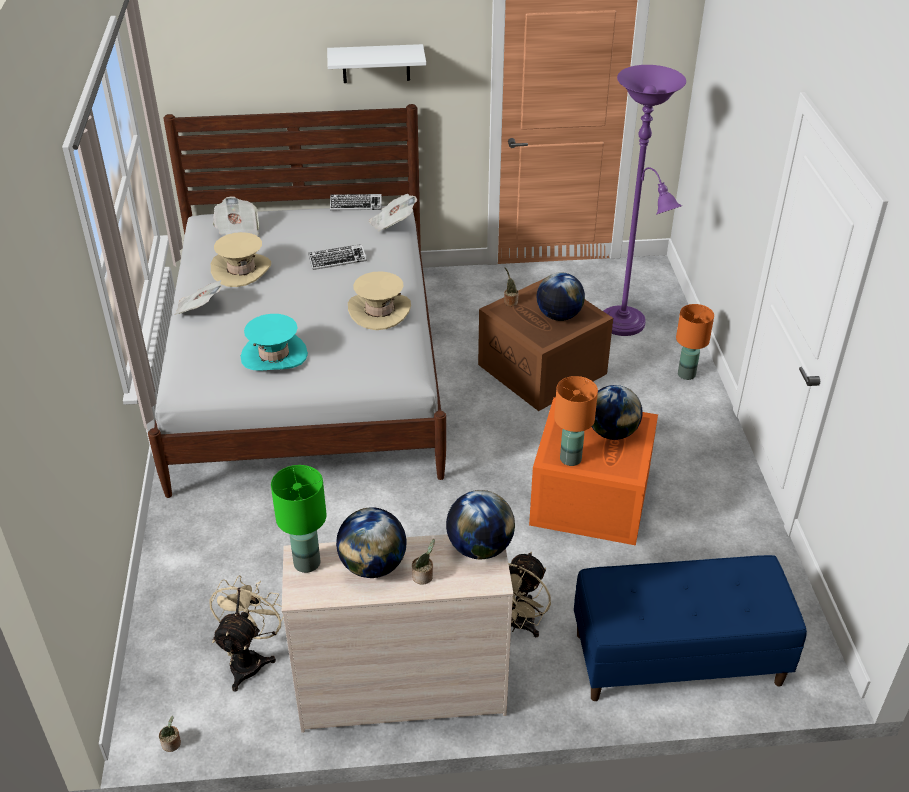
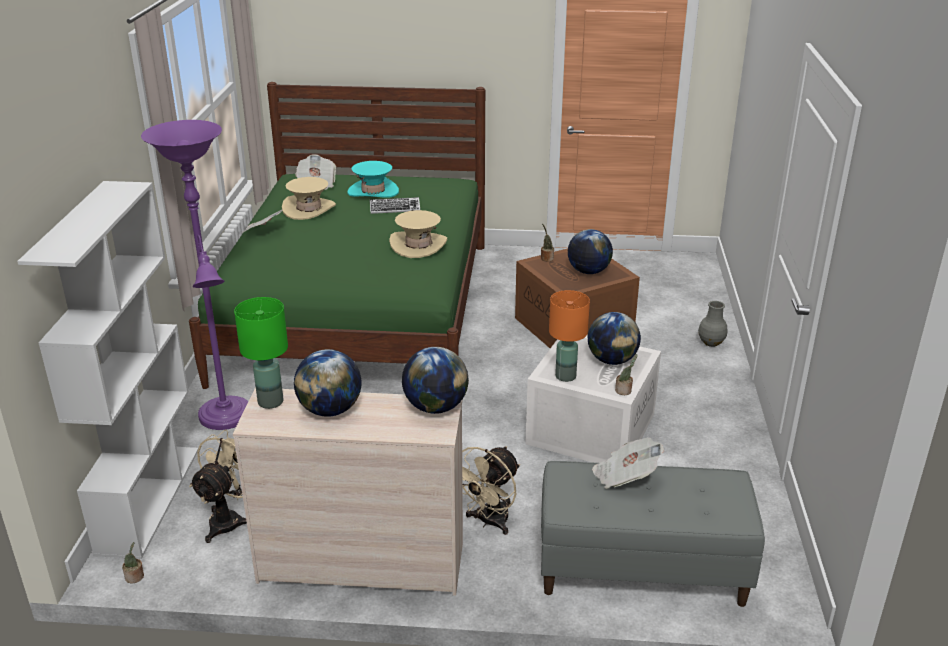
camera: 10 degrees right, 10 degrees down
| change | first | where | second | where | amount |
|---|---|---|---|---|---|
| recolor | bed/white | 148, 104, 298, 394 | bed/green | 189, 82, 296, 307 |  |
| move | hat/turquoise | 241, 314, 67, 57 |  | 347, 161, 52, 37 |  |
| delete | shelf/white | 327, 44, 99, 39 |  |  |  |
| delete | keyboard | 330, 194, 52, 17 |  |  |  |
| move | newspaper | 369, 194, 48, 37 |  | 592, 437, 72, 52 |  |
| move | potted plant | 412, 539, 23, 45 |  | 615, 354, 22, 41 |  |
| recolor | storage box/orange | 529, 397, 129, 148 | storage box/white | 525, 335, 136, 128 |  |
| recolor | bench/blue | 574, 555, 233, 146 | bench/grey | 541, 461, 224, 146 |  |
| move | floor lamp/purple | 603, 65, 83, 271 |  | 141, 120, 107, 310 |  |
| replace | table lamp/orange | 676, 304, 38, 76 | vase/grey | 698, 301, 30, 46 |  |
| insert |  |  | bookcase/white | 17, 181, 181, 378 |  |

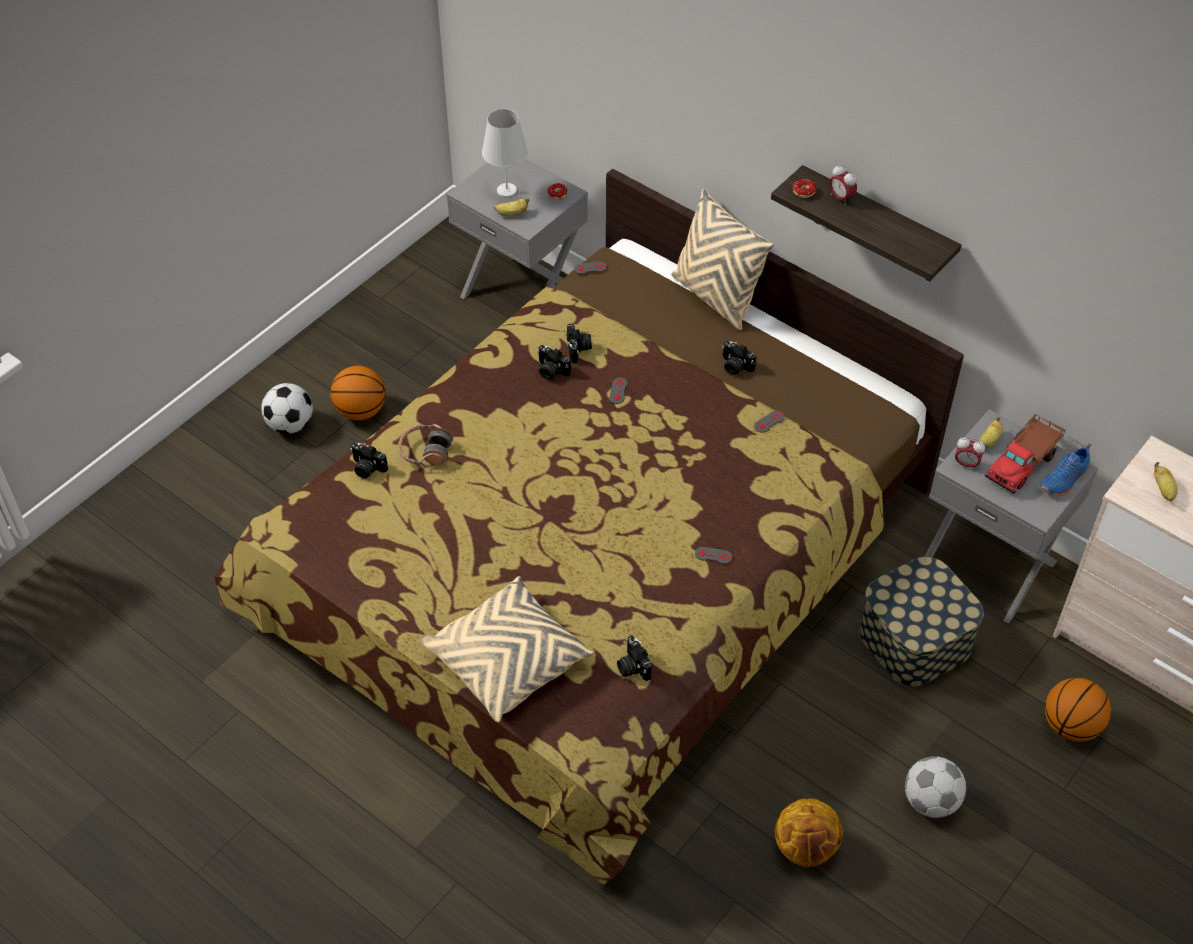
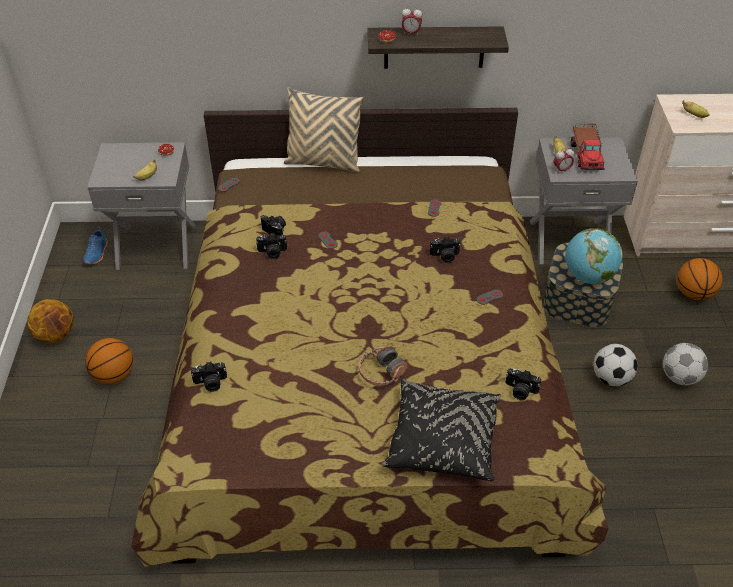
camera: 40 degrees left, 5 degrees down
| change | first | where | second | where | amount |
|---|---|---|---|---|---|
| move | football | 261, 383, 52, 51 |  | 594, 344, 44, 42 |  |
| move | headphones | 398, 424, 55, 43 |  | 359, 346, 48, 40 |  |
| recolor | pillow/beige | 419, 576, 175, 147 | pillow/black | 382, 379, 119, 102 |  |
| delete | table lamp/white | 482, 109, 46, 89 |  |  |  |
| move | photo camera | 722, 341, 34, 35 |  | 430, 237, 31, 26 |  |
| move | basketball | 775, 798, 68, 69 |  | 27, 299, 47, 44 |  |
| move | shoe/blue | 1040, 444, 51, 52 |  | 83, 227, 24, 38 |  |
| insert |  |  | globe | 565, 228, 58, 56 |  |

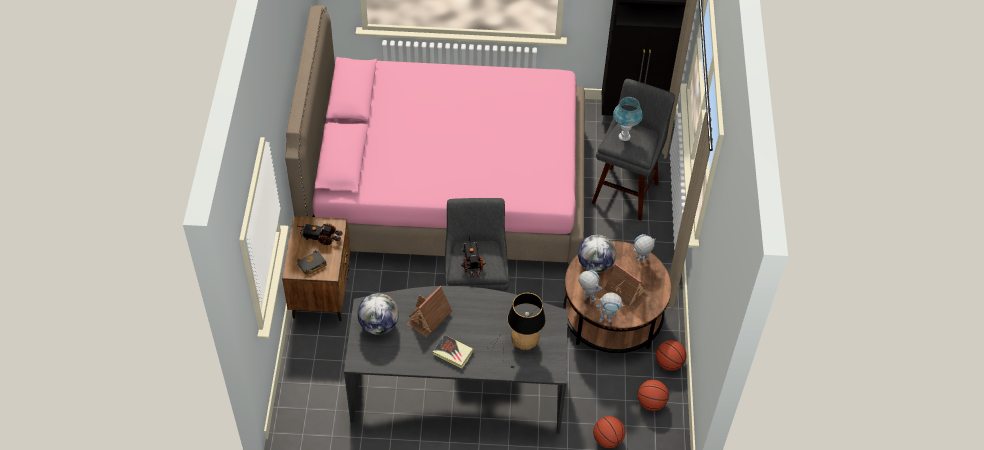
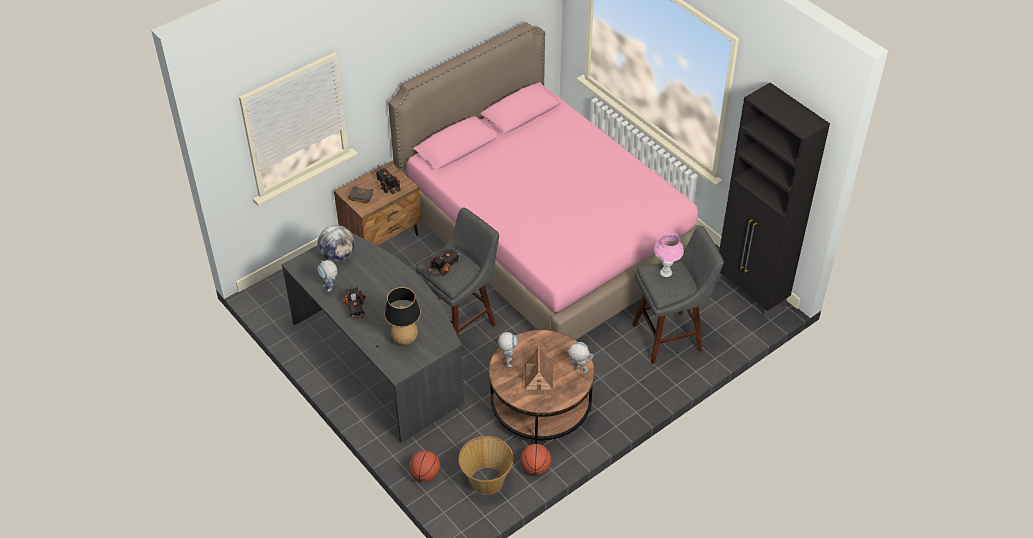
camera: 50 degrees right, 5 degrees down
| change | first | where | second | where | amount |
|---|---|---|---|---|---|
| delete | toy house | 407, 285, 45, 52 |  |  |  |
| replace | book | 433, 335, 41, 33 | toy truck | 342, 286, 24, 34 |  |
| delete | globe | 578, 235, 38, 38 |  |  |  |
| move | toy robot | 596, 292, 29, 31 |  | 317, 260, 21, 32 |  |
| recolor | table lamp/blue | 613, 97, 30, 44 | table lamp/pink | 654, 232, 30, 45 |  |
| replace | basketball | 638, 379, 31, 32 | basket | 458, 436, 55, 59 |  |

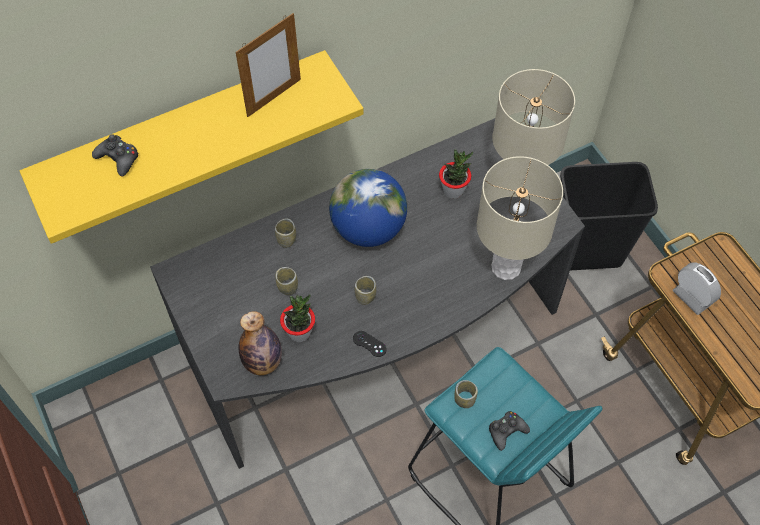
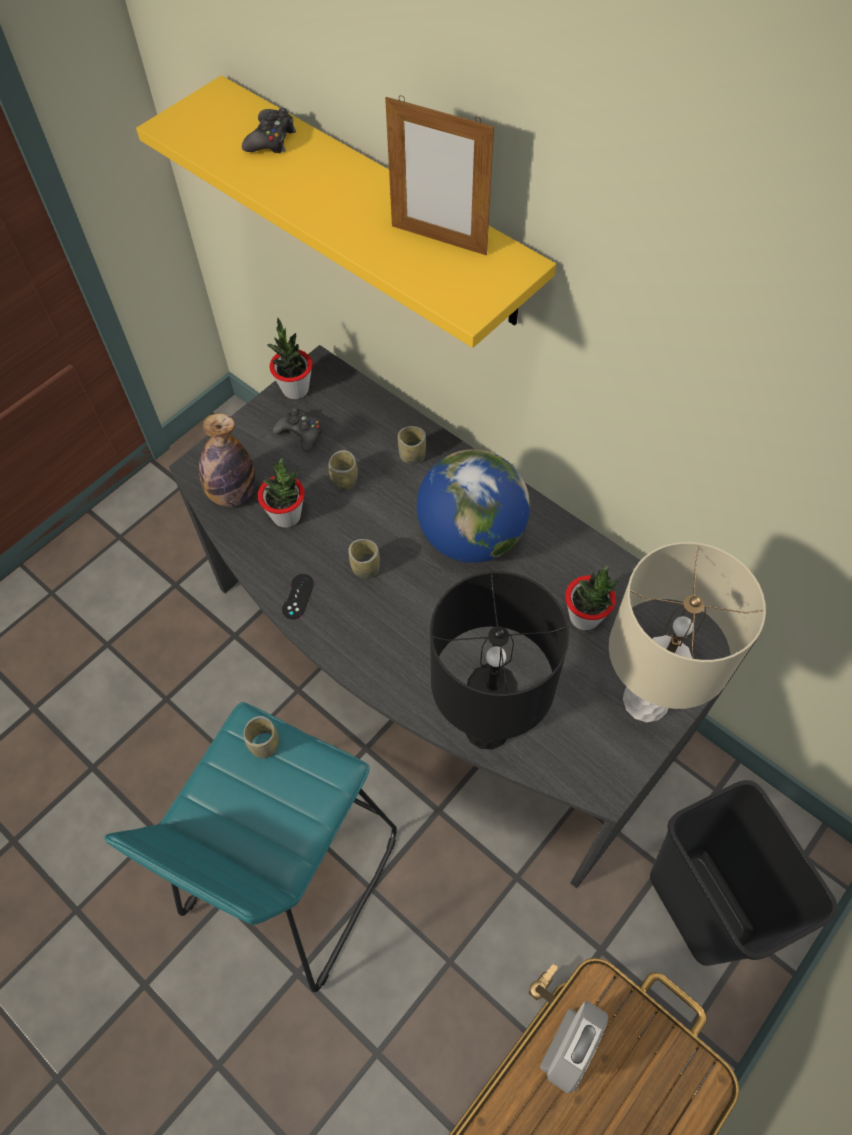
camera: 70 degrees right, 0 degrees up
| change | first | where | second | where | amount |
|---|---|---|---|---|---|
| recolor | table lamp/beige | 477, 156, 86, 124 | table lamp/black | 430, 571, 139, 179 |  |
| move | game controller/black | 489, 411, 41, 40 |  | 273, 408, 49, 44 |  |
| insert |  |  | potted plant | 267, 317, 45, 82 |  |

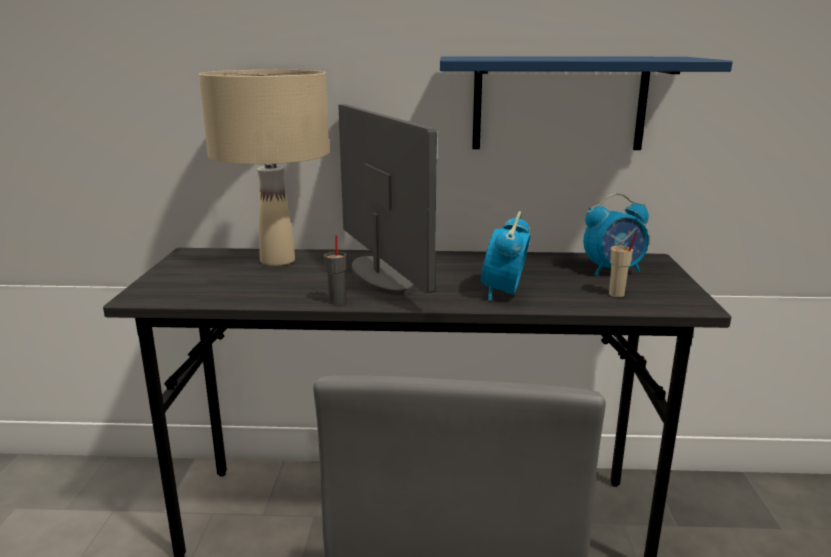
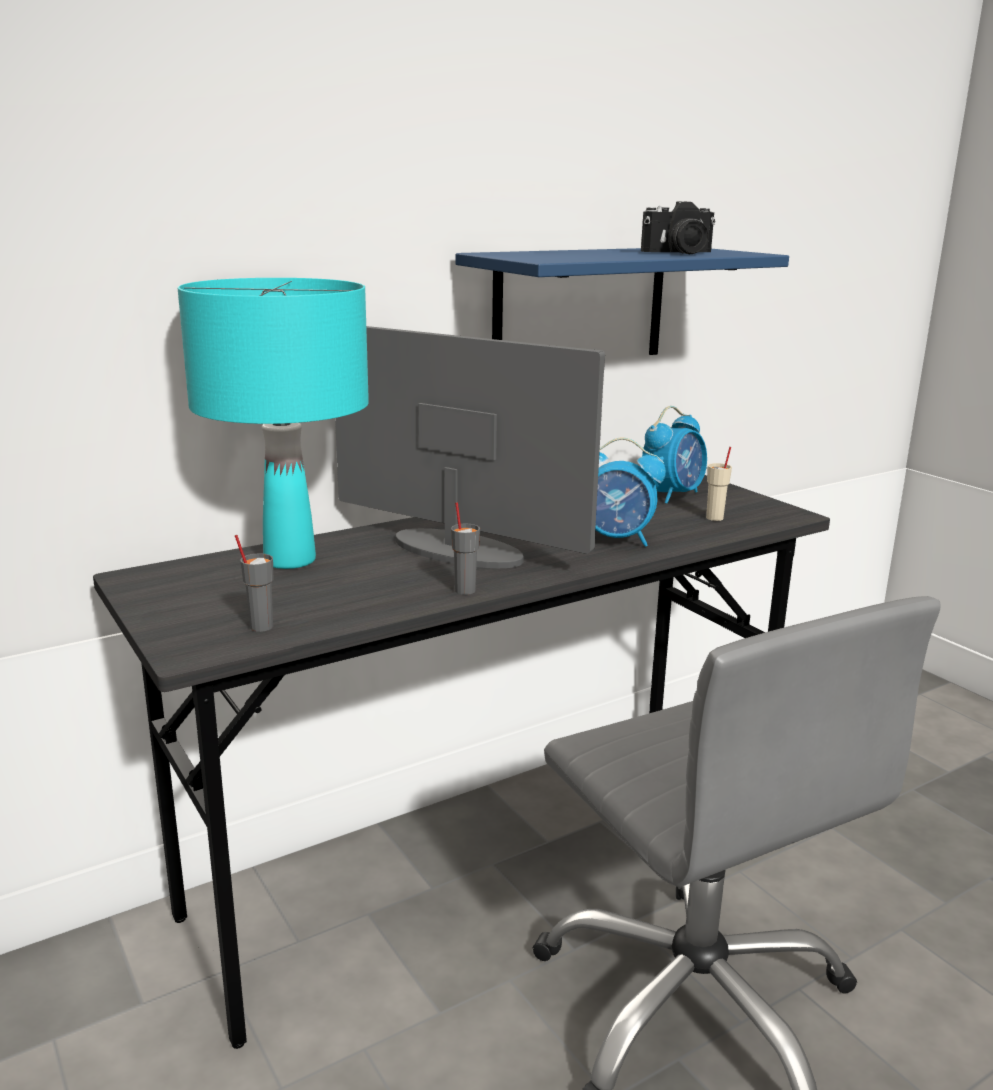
camera: 35 degrees left, 0 degrees up
| change | first | where | second | where | amount |
|---|---|---|---|---|---|
| recolor | table lamp/beige | 199, 70, 130, 196 | table lamp/turquoise | 178, 278, 191, 291 |  |
| rotate | alarm clock | 481, 211, 50, 90 |  | 595, 437, 71, 110 | 60 degrees counterclockwise |
| insert |  |  | cup/grey | 235, 535, 38, 97 |  |
| insert |  |  | photo camera | 641, 201, 75, 53 |  |

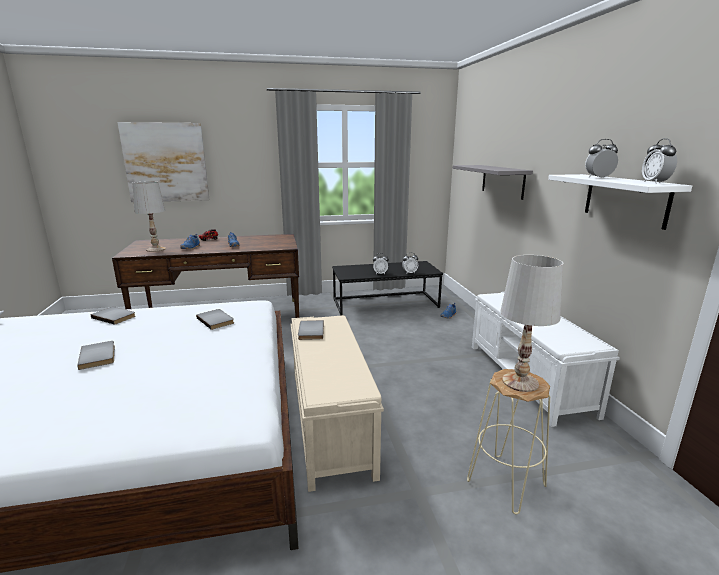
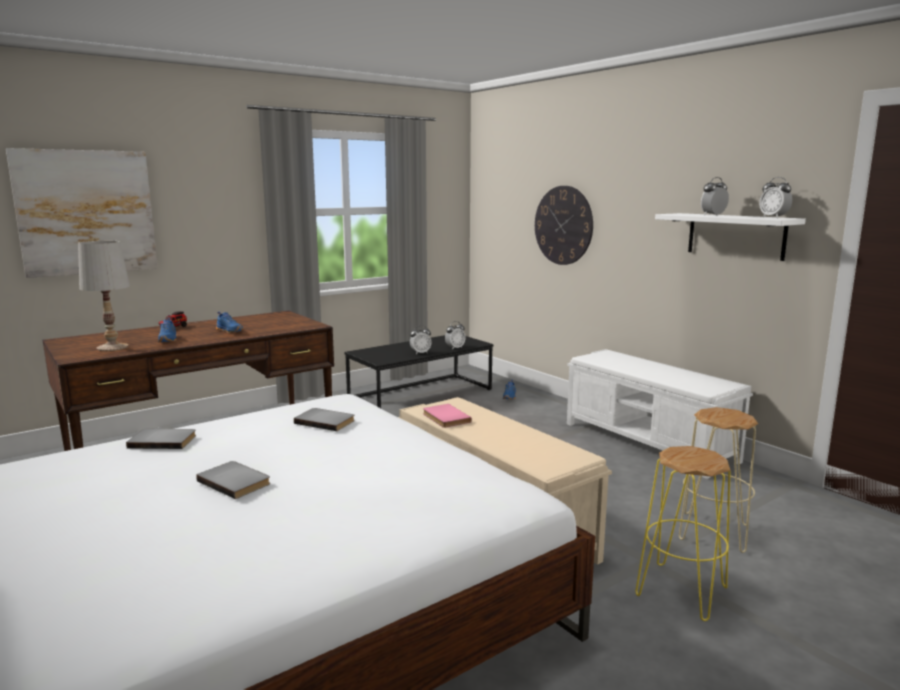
camera: 25 degrees left, 5 degrees down
| change | first | where | second | where | amount |
|---|---|---|---|---|---|
| recolor | book/grey | 298, 320, 26, 20 | book/pink | 423, 404, 49, 24 |  |
| replace | shelf/grey | 453, 165, 80, 35 | wall clock | 535, 186, 58, 79 |  |
| delete | table lamp/white | 500, 255, 63, 137 |  |  |  |
| insert |  |  | stool/yellow | 635, 446, 96, 175 |  |

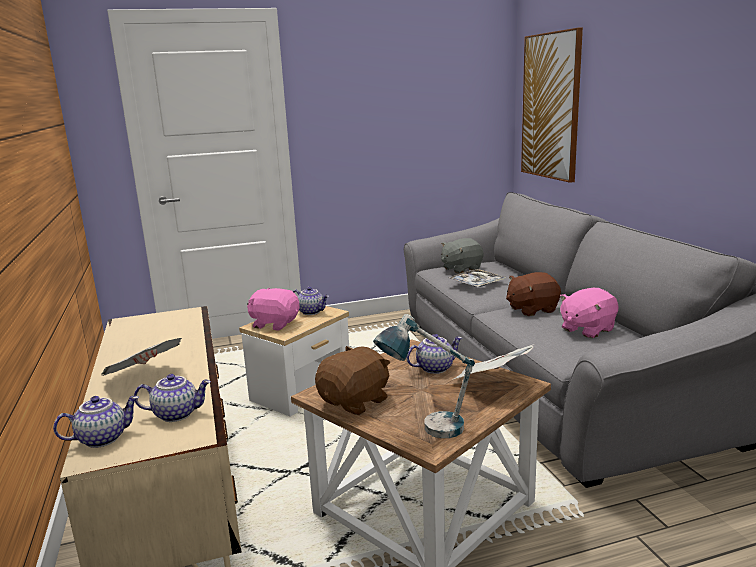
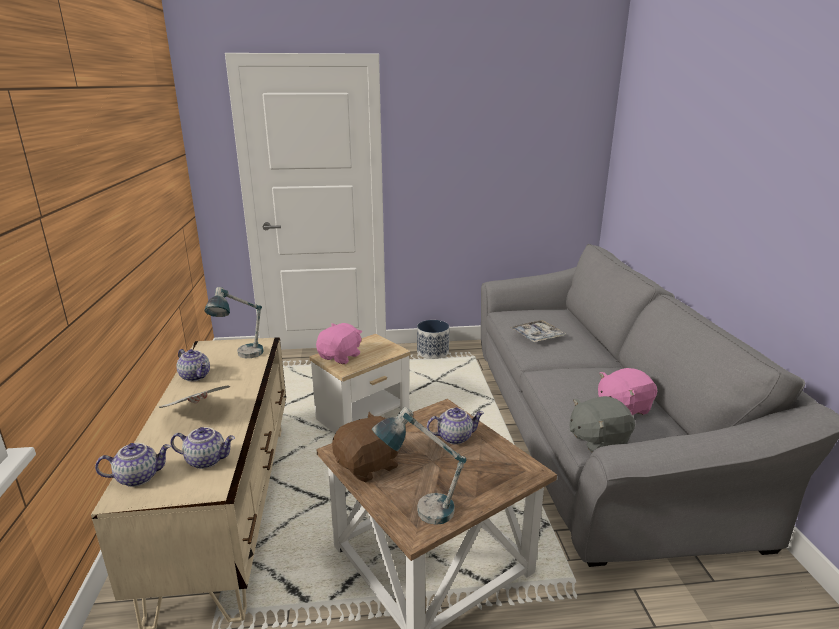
camera: 10 degrees right, 5 degrees up
| change | first | where | second | where | amount |
|---|---|---|---|---|---|
| rotate | plush toy/pink | 247, 288, 53, 43 |  | 316, 323, 46, 41 | 90 degrees clockwise |
| move | teapot | 293, 287, 36, 28 |  | 176, 349, 34, 33 |  |
| move | plush toy/grey | 441, 238, 43, 36 |  | 570, 396, 65, 57 |  |
| delete | newspaper | 452, 344, 82, 36 |  |  |  |
| delete | plush toy/brown | 506, 272, 55, 44 |  |  |  |
| delete | picture | 521, 28, 62, 155 |  |  |  |
| insert |  |  | table lamp | 204, 287, 60, 71 |  |
| insert |  |  | planter | 417, 320, 32, 39 |  |

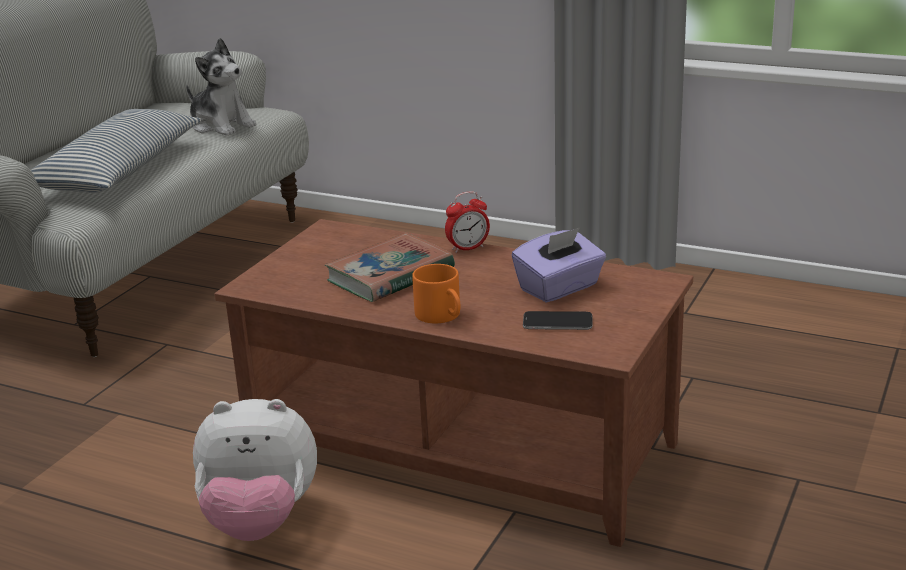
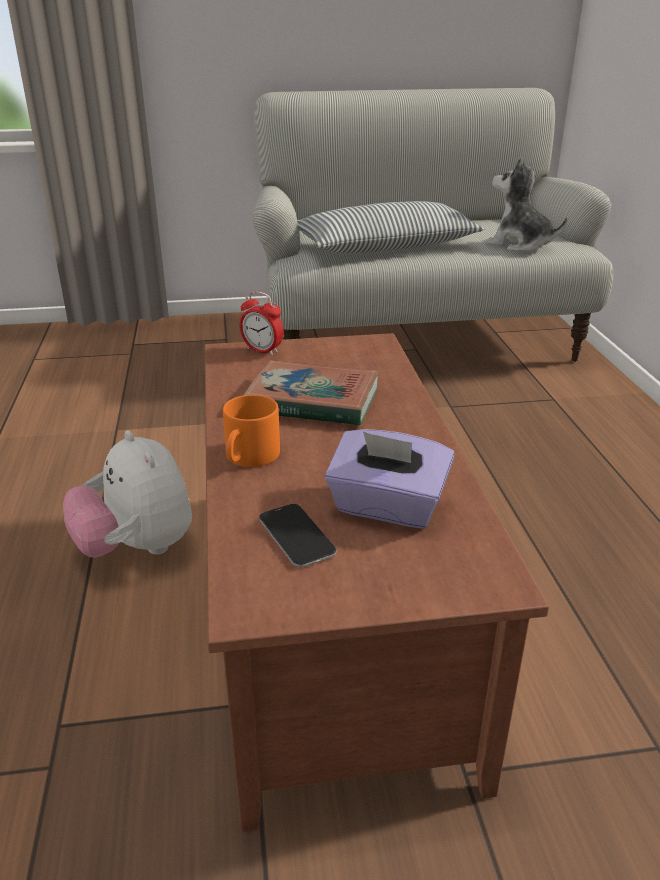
camera: 55 degrees right, 5 degrees up
| change | first | where | second | where | amount |
|---|---|---|---|---|---|
| rotate | plush toy | 186, 38, 71, 98 |  | 485, 157, 82, 95 | 120 degrees clockwise |
| move | alarm clock | 445, 191, 45, 62 |  | 240, 291, 43, 65 |  |

